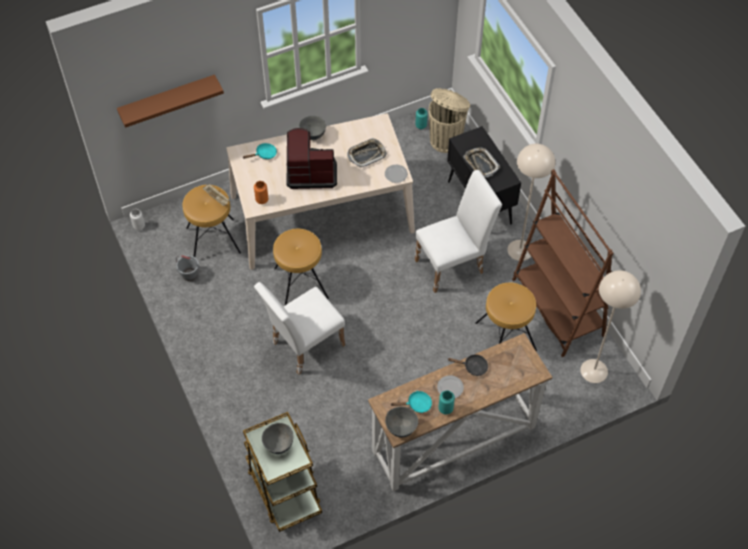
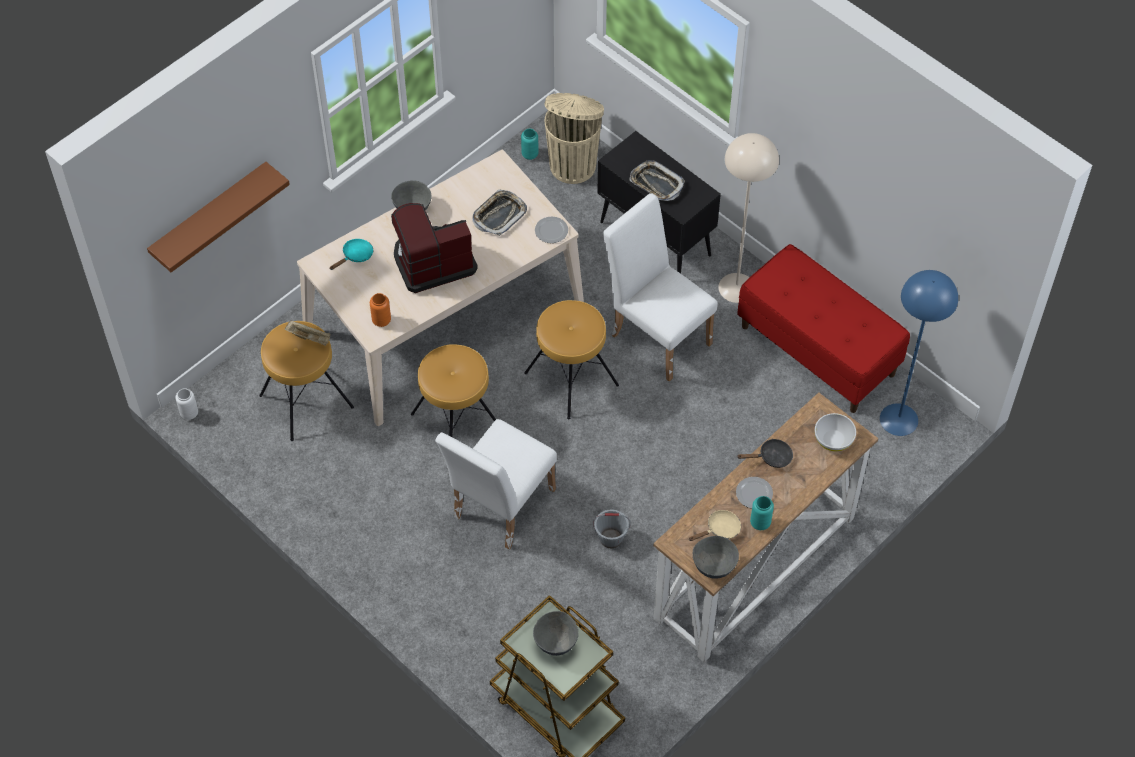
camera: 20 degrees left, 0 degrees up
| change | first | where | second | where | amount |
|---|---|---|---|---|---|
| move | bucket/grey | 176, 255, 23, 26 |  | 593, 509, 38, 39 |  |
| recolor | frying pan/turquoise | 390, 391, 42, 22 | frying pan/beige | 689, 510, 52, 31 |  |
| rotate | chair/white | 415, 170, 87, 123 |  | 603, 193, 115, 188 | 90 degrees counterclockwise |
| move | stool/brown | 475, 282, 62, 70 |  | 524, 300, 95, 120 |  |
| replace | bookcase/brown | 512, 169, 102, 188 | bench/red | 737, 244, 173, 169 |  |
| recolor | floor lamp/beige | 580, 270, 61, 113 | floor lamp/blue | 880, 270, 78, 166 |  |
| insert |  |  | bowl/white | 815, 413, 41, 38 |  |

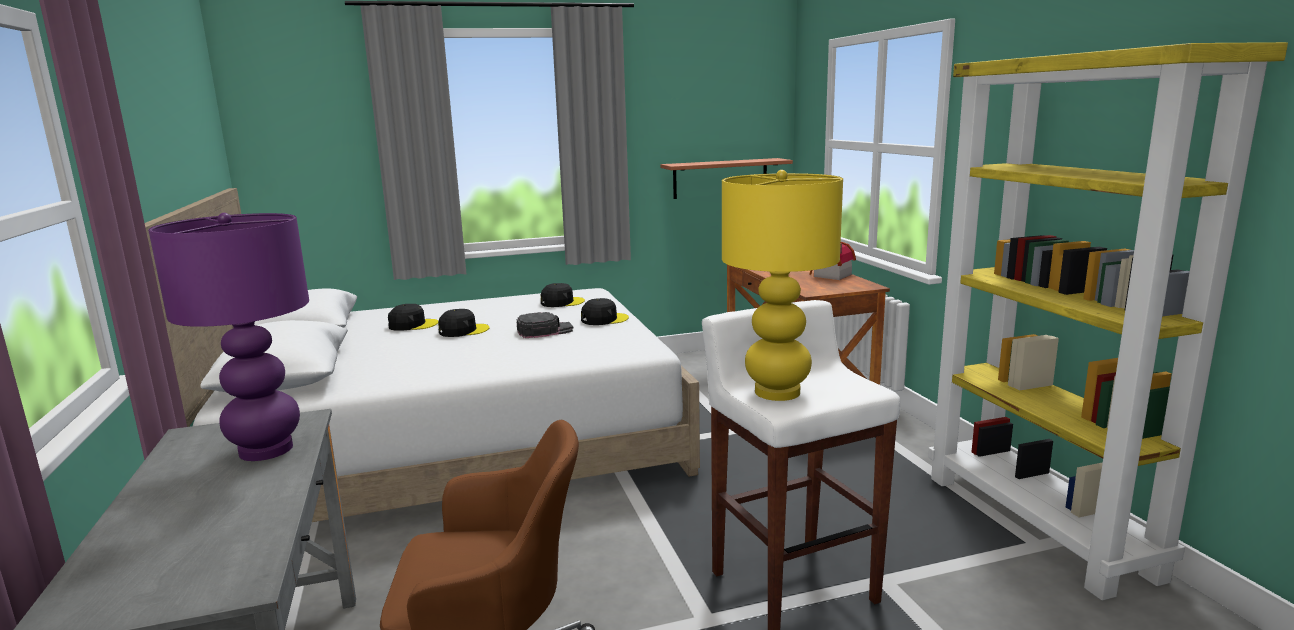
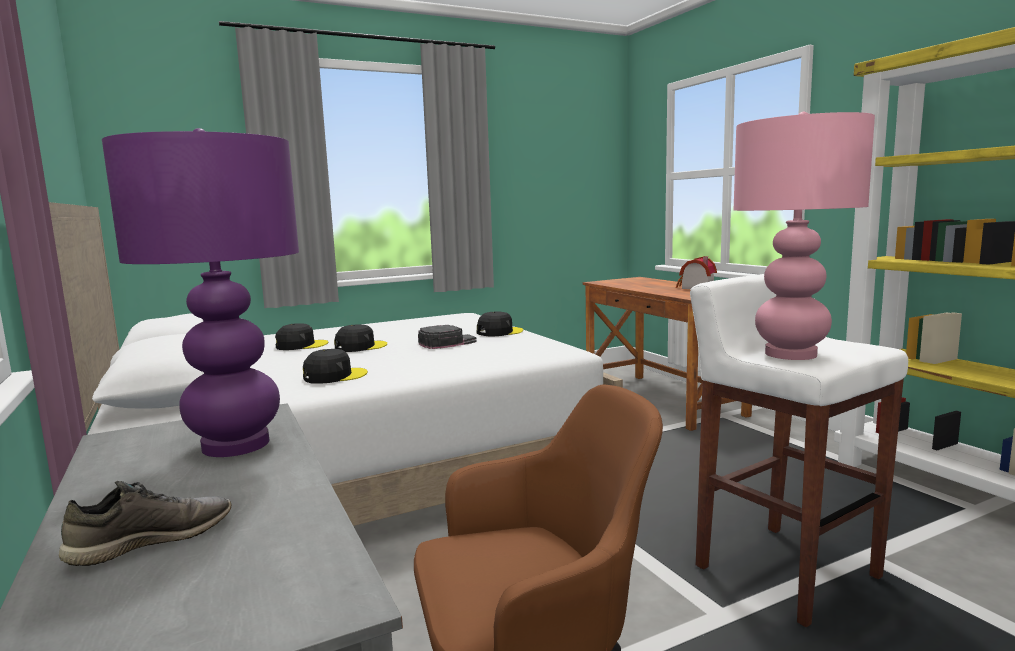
camera: 10 degrees left, 5 degrees down
| change | first | where | second | where | amount |
|---|---|---|---|---|---|
| move | cap/black | 540, 283, 45, 24 |  | 303, 349, 65, 35 |  |
| delete | shelf | 660, 158, 133, 41 |  |  |  |
| recolor | table lamp/yellow | 722, 170, 121, 231 | table lamp/pink | 734, 112, 141, 248 |  |
| insert |  |  | shoe/grey | 59, 481, 172, 85 |  |

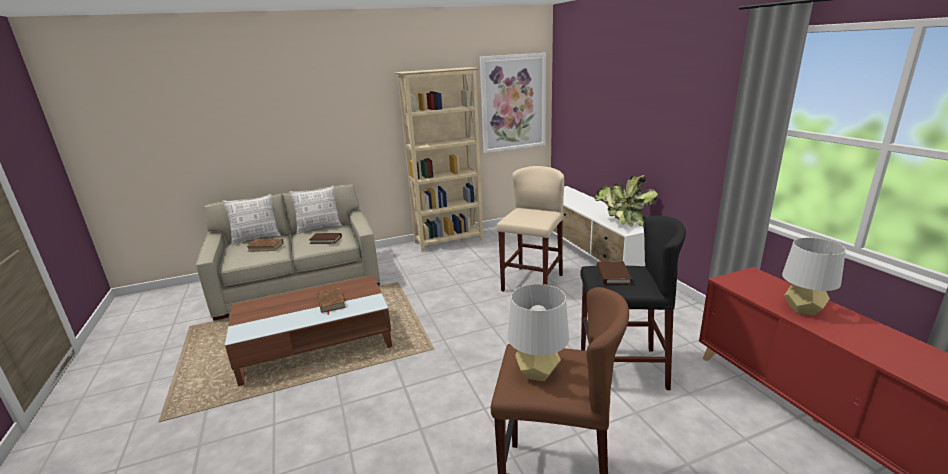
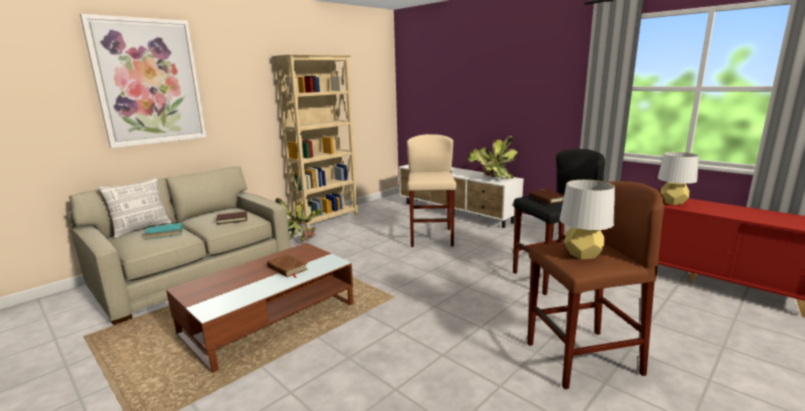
camera: 25 degrees left, 5 degrees down
| change | first | where | second | where | amount |
|---|---|---|---|---|---|
| recolor | book/brown | 247, 239, 36, 13 | book/turquoise | 141, 223, 42, 17 |  |
| delete | pillow | 289, 186, 53, 48 |  |  |  |
| move | picture | 480, 53, 66, 100 |  | 80, 14, 126, 134 |  |
| insert |  |  | potted plant | 275, 198, 47, 44 |  |

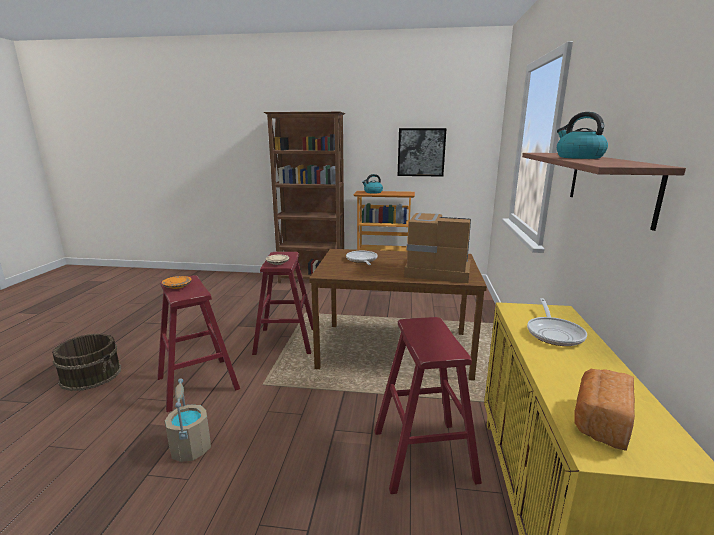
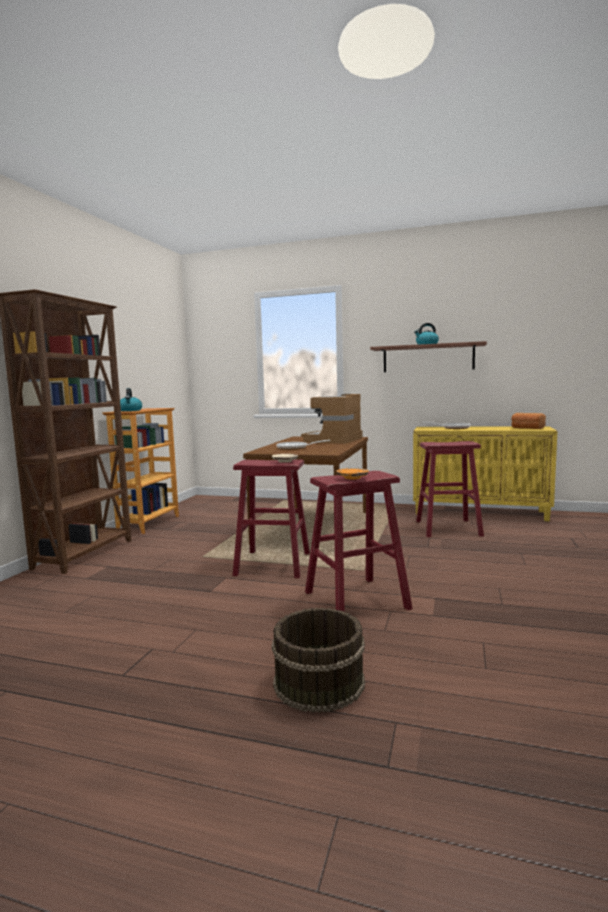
camera: 80 degrees left, 10 degrees down
| change | first | where | second | where | amount |
|---|---|---|---|---|---|
| delete | bucket/beige | 165, 378, 46, 84 |  |  |  |
| delete | picture | 398, 128, 49, 49 |  |  |  |

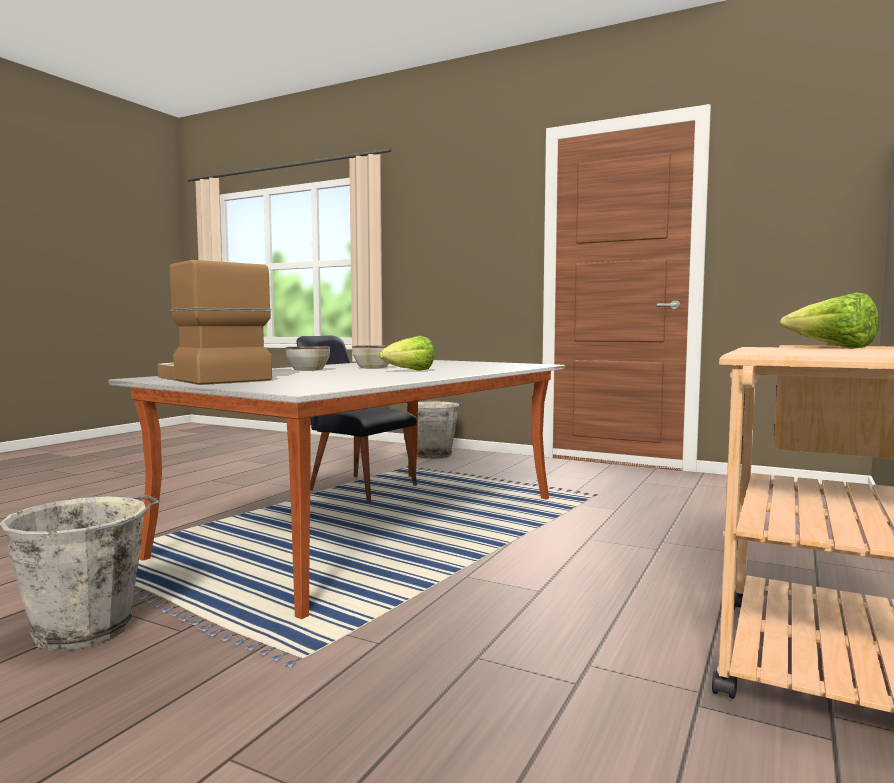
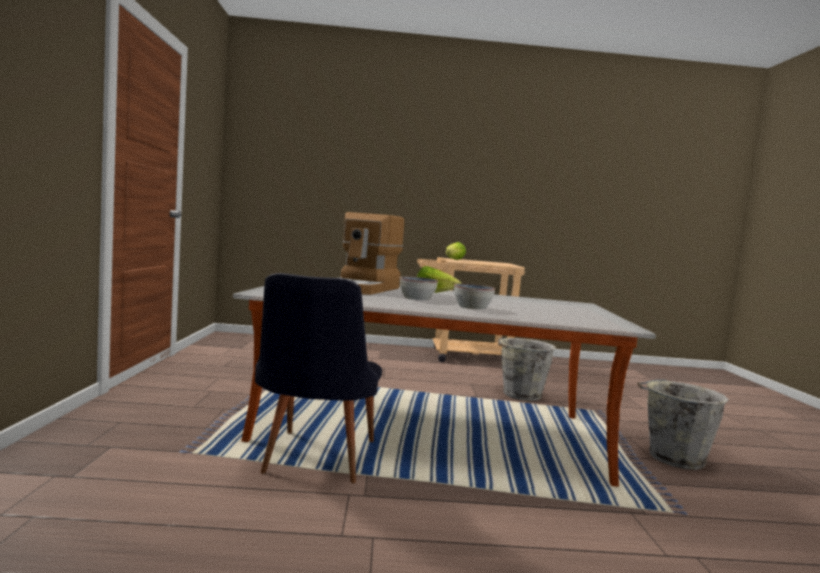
camera: 120 degrees left, 0 degrees up
| change | first | where | second | where | amount |
|---|---|---|---|---|---|
| move | coffee machine | 158, 260, 114, 125 |  | 340, 212, 64, 83 |  |
| move | bucket/grey | 405, 400, 57, 59 |  | 498, 338, 58, 63 |  |

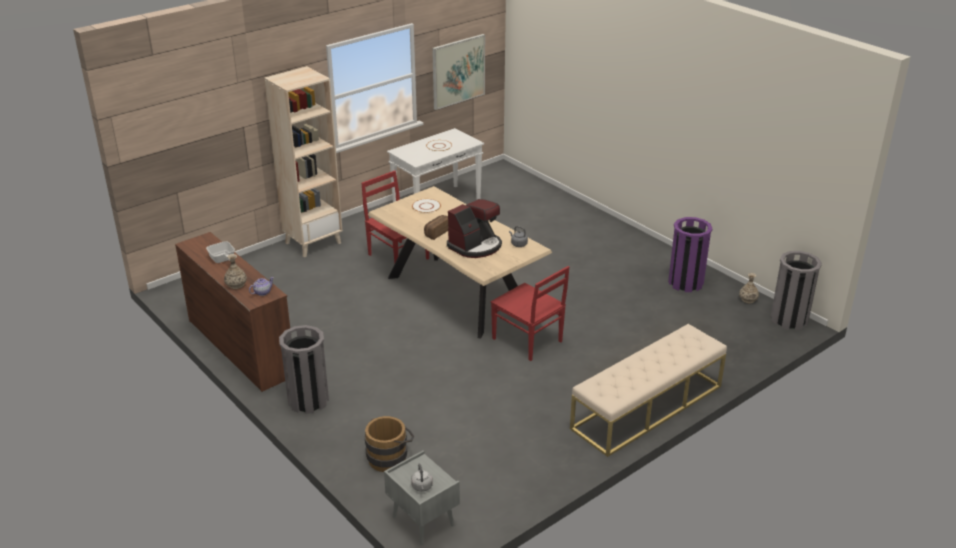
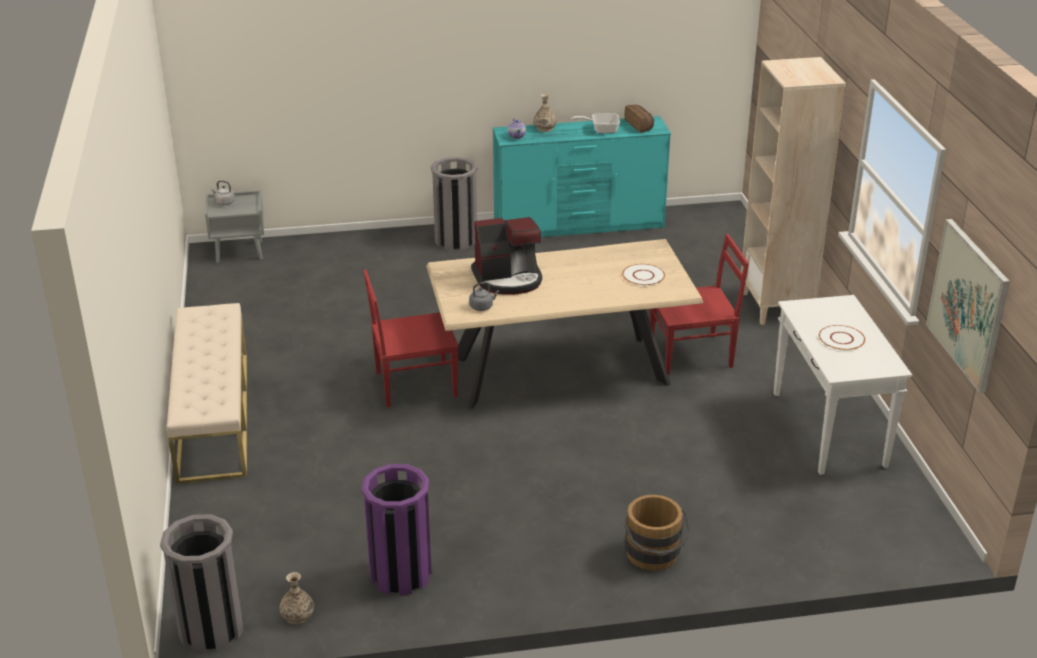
camera: 120 degrees right, 0 degrees up
| change | first | where | second | where | amount |
|---|---|---|---|---|---|
| recolor | dresser/brown | 175, 232, 115, 160 | dresser/turquoise | 493, 116, 178, 121 |  |
| move | bucket/brown | 365, 416, 49, 56 |  | 624, 495, 68, 76 |  |
| move | bread | 424, 215, 24, 25 |  | 625, 104, 29, 29 |  |
| rotate | coffee machine | 447, 199, 55, 59 |  | 471, 217, 71, 77 | 90 degrees counterclockwise |

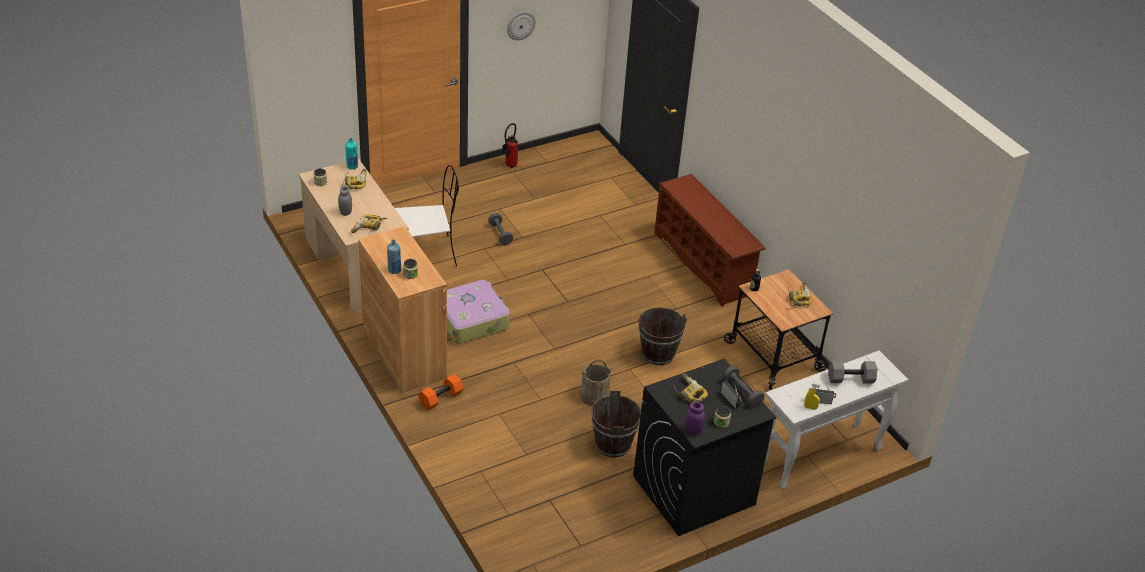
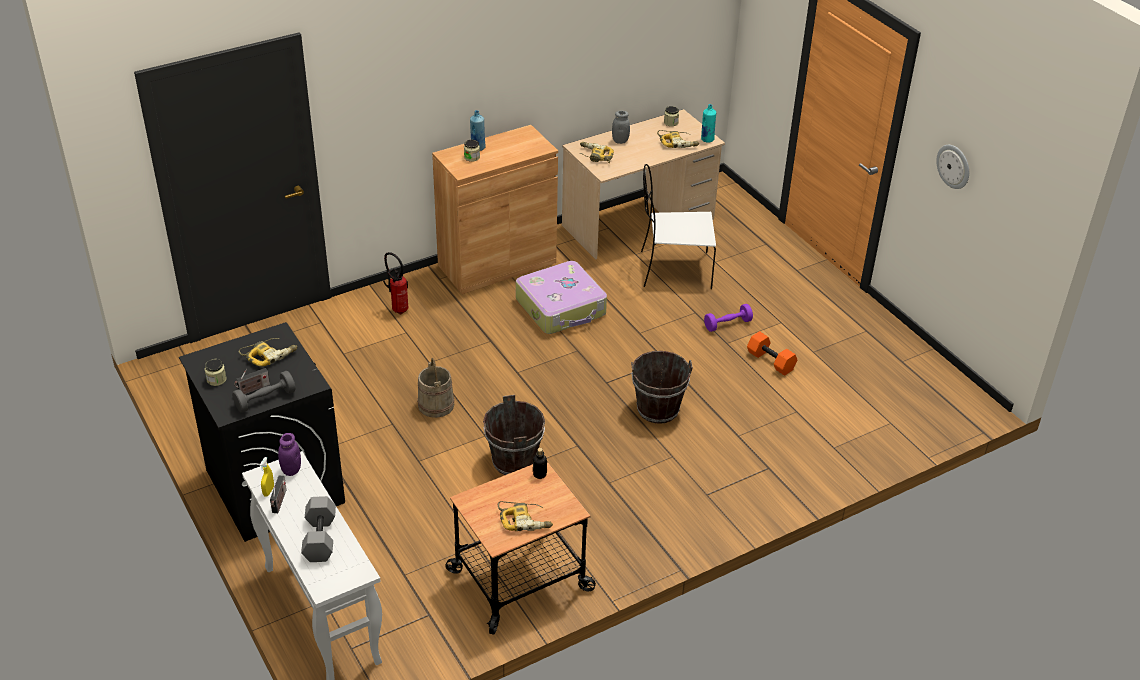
camera: 90 degrees right, 0 degrees up
| change | first | where | second | where | amount |
|---|---|---|---|---|---|
| rotate | chair/white | 395, 165, 64, 102 |  | 641, 164, 75, 125 | 105 degrees clockwise |
| move | dumbbell/orange | 419, 374, 45, 36 |  | 747, 331, 50, 45 |  |
| recolor | dumbbell/grey | 488, 213, 25, 32 | dumbbell/purple | 704, 304, 49, 28 |  |
| move | fire extinguisher | 502, 123, 16, 45 |  | 383, 252, 25, 63 |  |
| move | bucket/brown | 591, 390, 50, 67 |  | 631, 351, 62, 73 |  |
| delete | shoe rack/brown | 654, 174, 111, 133 |  |  |  |
| move | jar/purple | 685, 402, 20, 33 |  | 278, 433, 23, 43 |  |

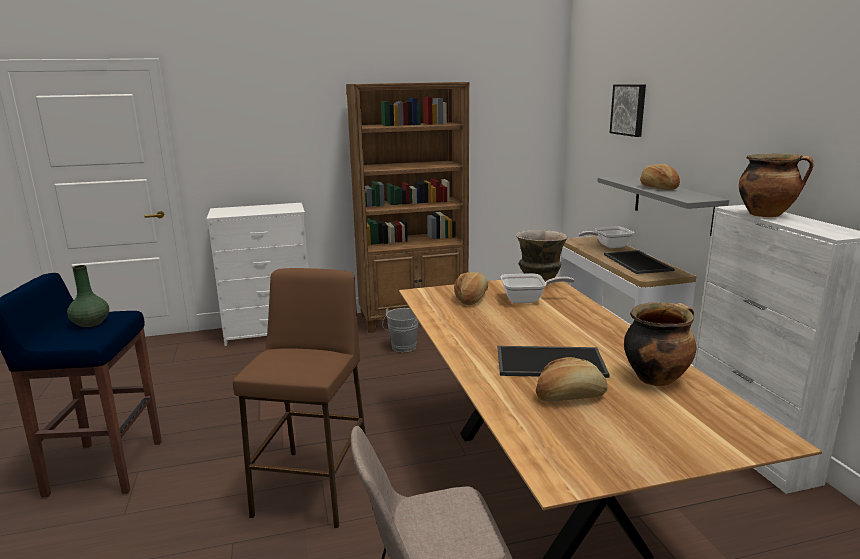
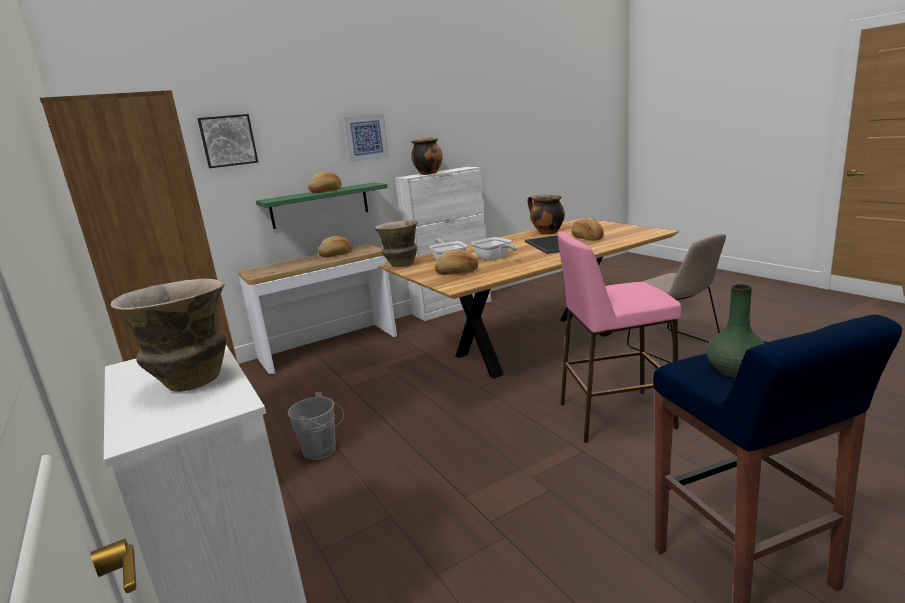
camera: 105 degrees left, 0 degrees up
| change | first | where | second | where | amount |
|---|---|---|---|---|---|
| recolor | stool/brown | 233, 268, 133, 260 | stool/pink | 557, 232, 125, 211 |  |
| move | frying pan | 578, 226, 56, 22 |  | 471, 237, 46, 24 |  |
| recolor | shelf/grey | 597, 175, 132, 61 | shelf/green | 256, 182, 132, 47 |  |
| replace | tray | 604, 250, 71, 24 | bread | 318, 236, 34, 21 |  |
| insert |  |  | vase | 111, 279, 115, 113 |  |
| insert |  |  | picture | 343, 114, 46, 48 |  |

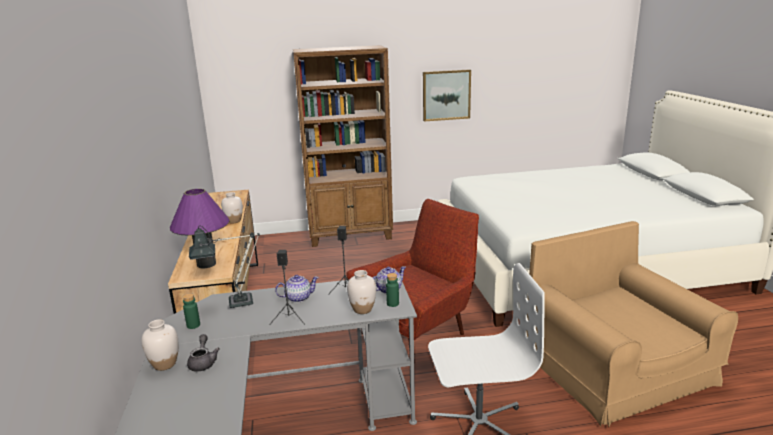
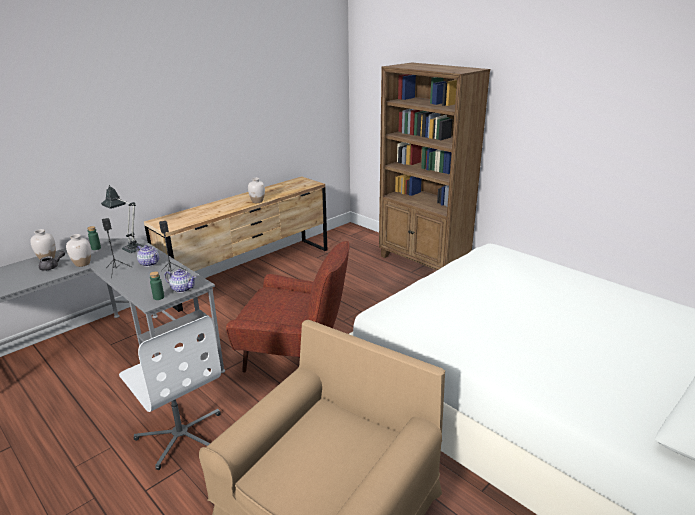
camera: 55 degrees right, 5 degrees up
| change | first | where | second | where | amount |
|---|---|---|---|---|---|
| delete | table lamp/purple | 170, 189, 60, 79 |  |  |  |
| move | vase/white | 347, 270, 29, 44 |  | 66, 234, 25, 33 |  |
| delete | picture | 423, 69, 48, 53 |  |  |  |

